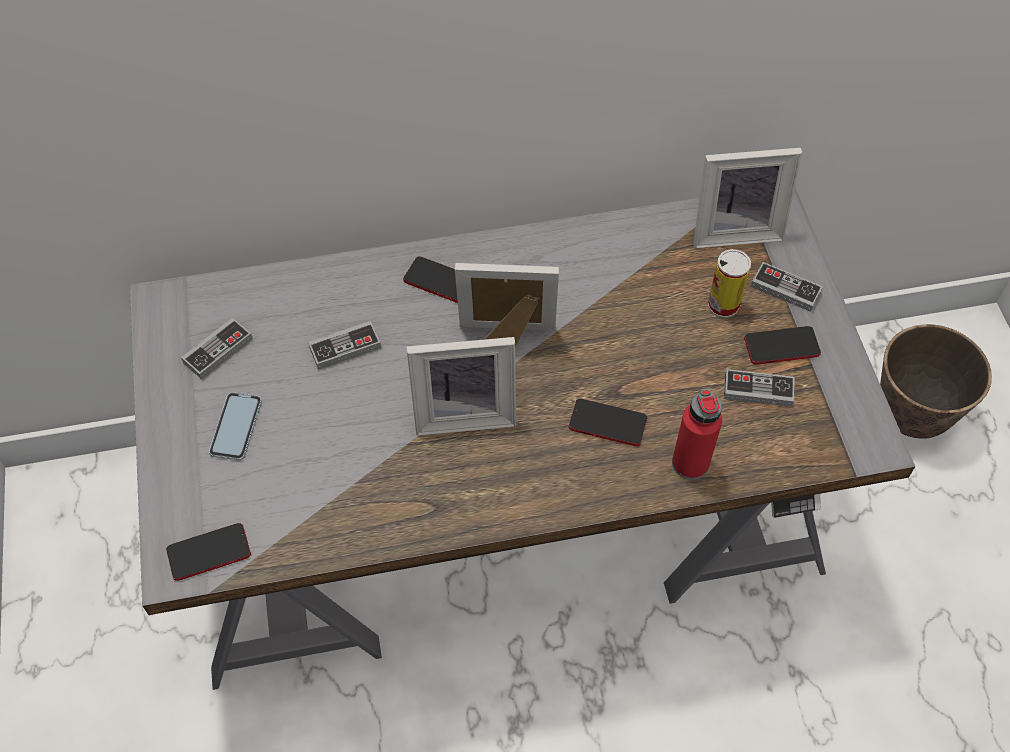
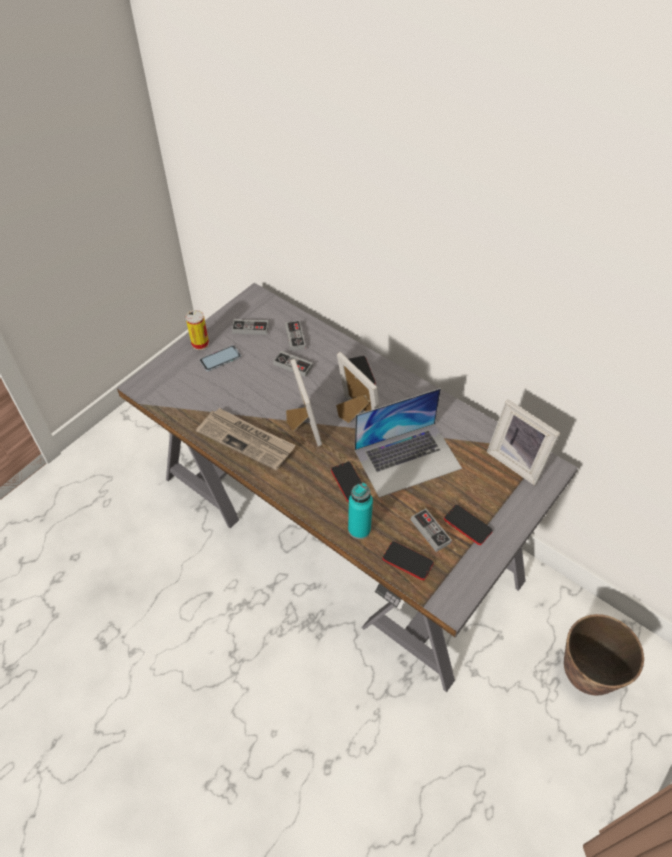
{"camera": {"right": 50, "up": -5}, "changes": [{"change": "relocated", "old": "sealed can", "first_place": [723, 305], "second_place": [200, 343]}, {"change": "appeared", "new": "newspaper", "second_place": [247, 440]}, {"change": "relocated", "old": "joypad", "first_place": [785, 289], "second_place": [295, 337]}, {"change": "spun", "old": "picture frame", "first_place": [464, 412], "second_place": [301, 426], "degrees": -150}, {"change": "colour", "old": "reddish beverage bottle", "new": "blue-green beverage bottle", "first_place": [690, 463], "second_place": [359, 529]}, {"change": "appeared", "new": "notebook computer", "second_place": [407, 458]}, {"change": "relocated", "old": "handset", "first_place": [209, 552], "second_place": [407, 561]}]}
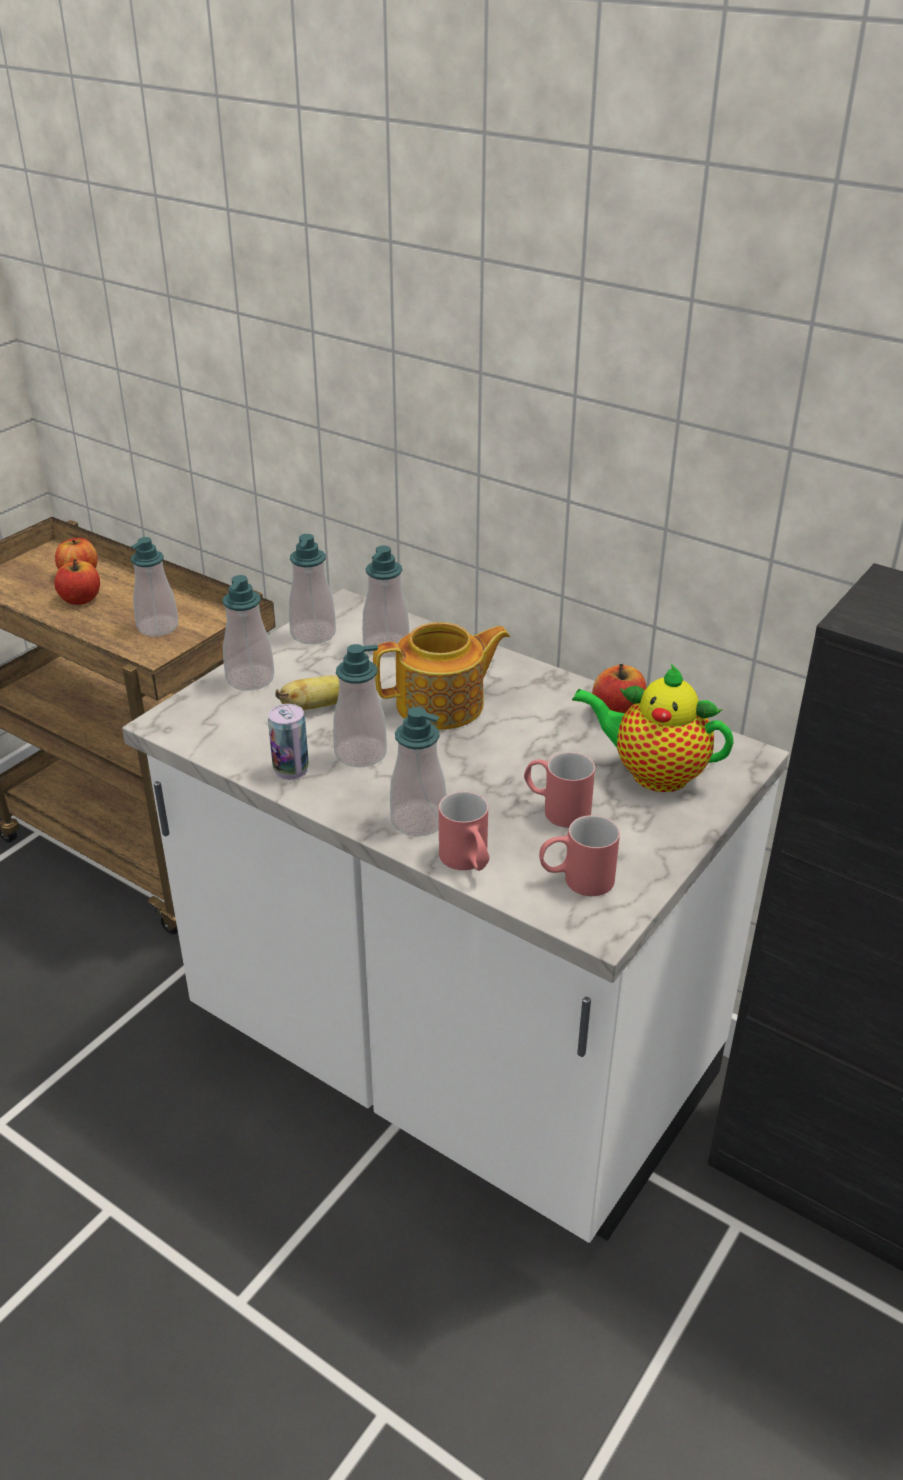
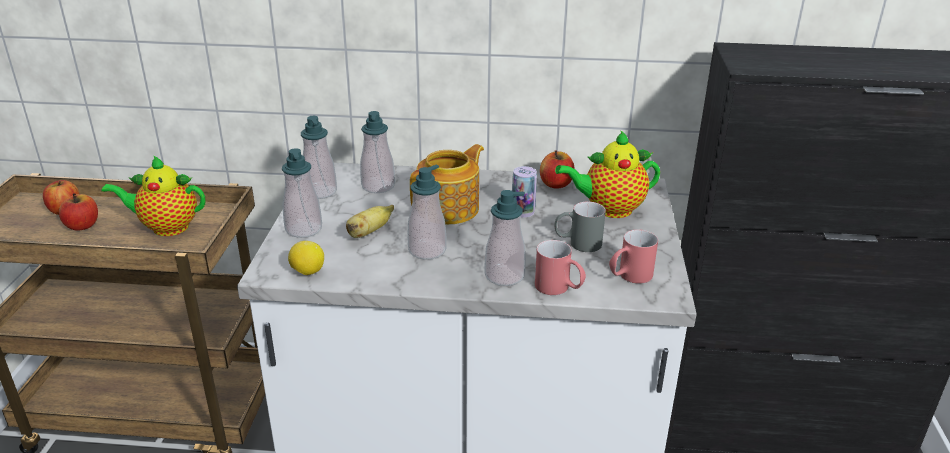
{"camera": {"right": -30, "up": -5}, "changes": [{"change": "exchanged", "old": "soap dispenser", "new": "pot for tea", "first_place": [158, 627], "second_place": [166, 227]}, {"change": "appeared", "new": "whole lemon", "second_place": [307, 272]}, {"change": "relocated", "old": "sealed can", "first_place": [291, 769], "second_place": [523, 212]}, {"change": "colour", "old": "reddish mug", "new": "grey mug", "first_place": [556, 809], "second_place": [577, 244]}]}
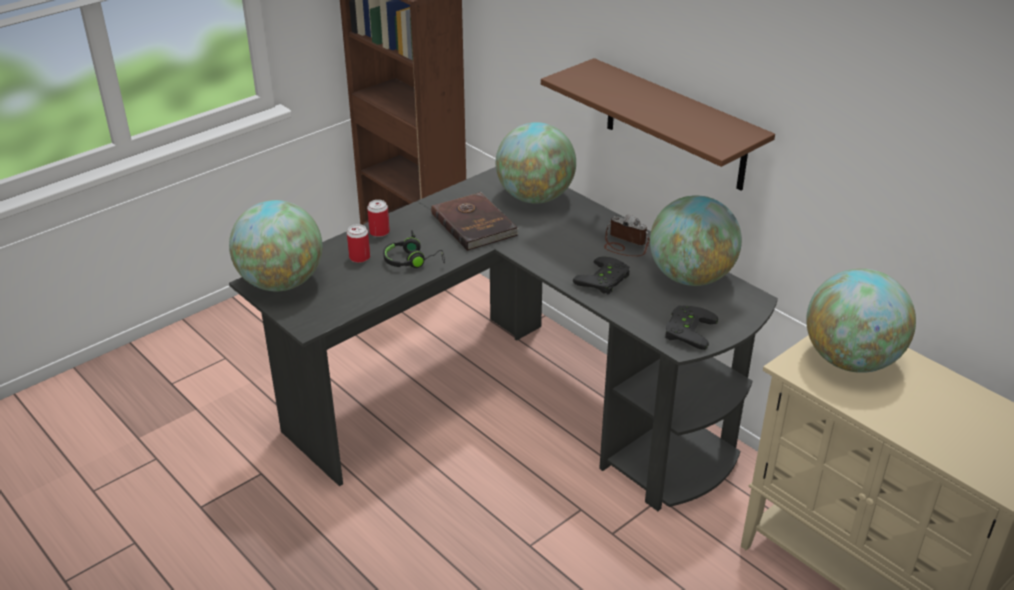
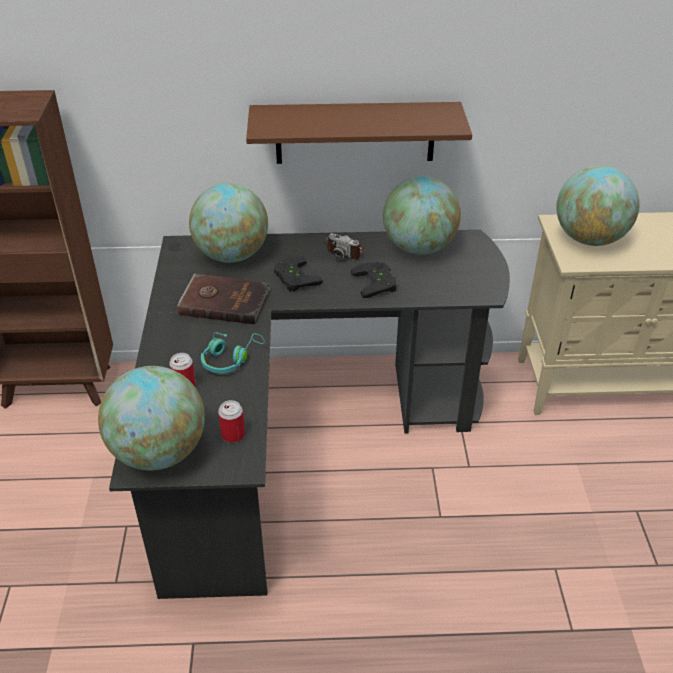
{"camera": {"right": -50, "up": 5}, "changes": [{"change": "colour", "old": "black-coloured pair of headphones", "new": "blue-green pair of headphones", "first_place": [413, 261], "second_place": [230, 359]}, {"change": "relocated", "old": "sealed can", "first_place": [379, 232], "second_place": [233, 434]}, {"change": "relocated", "old": "black-coloured joypad", "first_place": [686, 329], "second_place": [293, 278]}, {"change": "spun", "old": "photo camera", "first_place": [624, 244], "second_place": [346, 251], "degrees": -135}]}
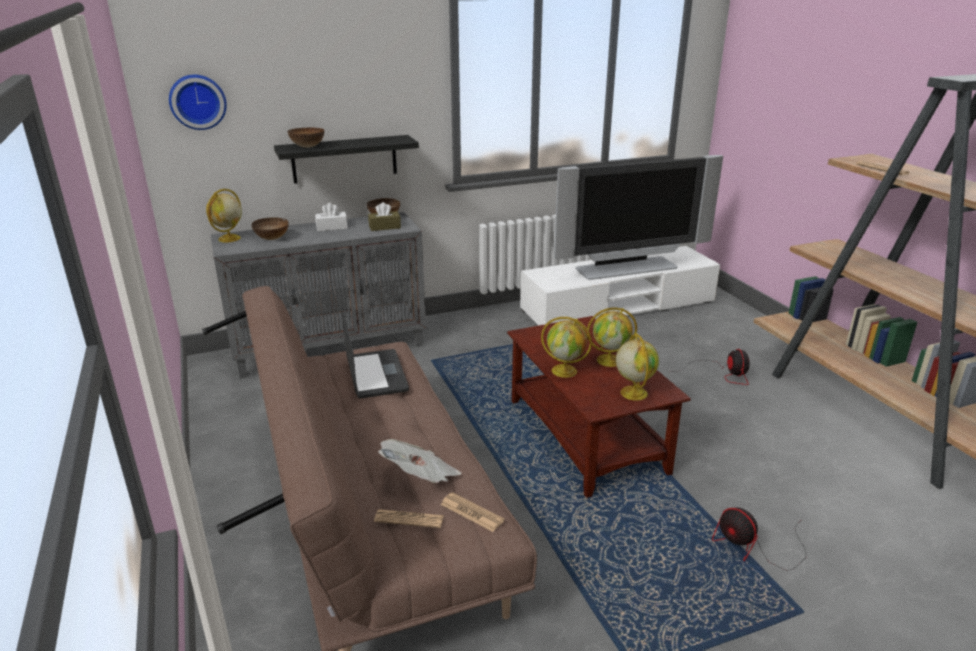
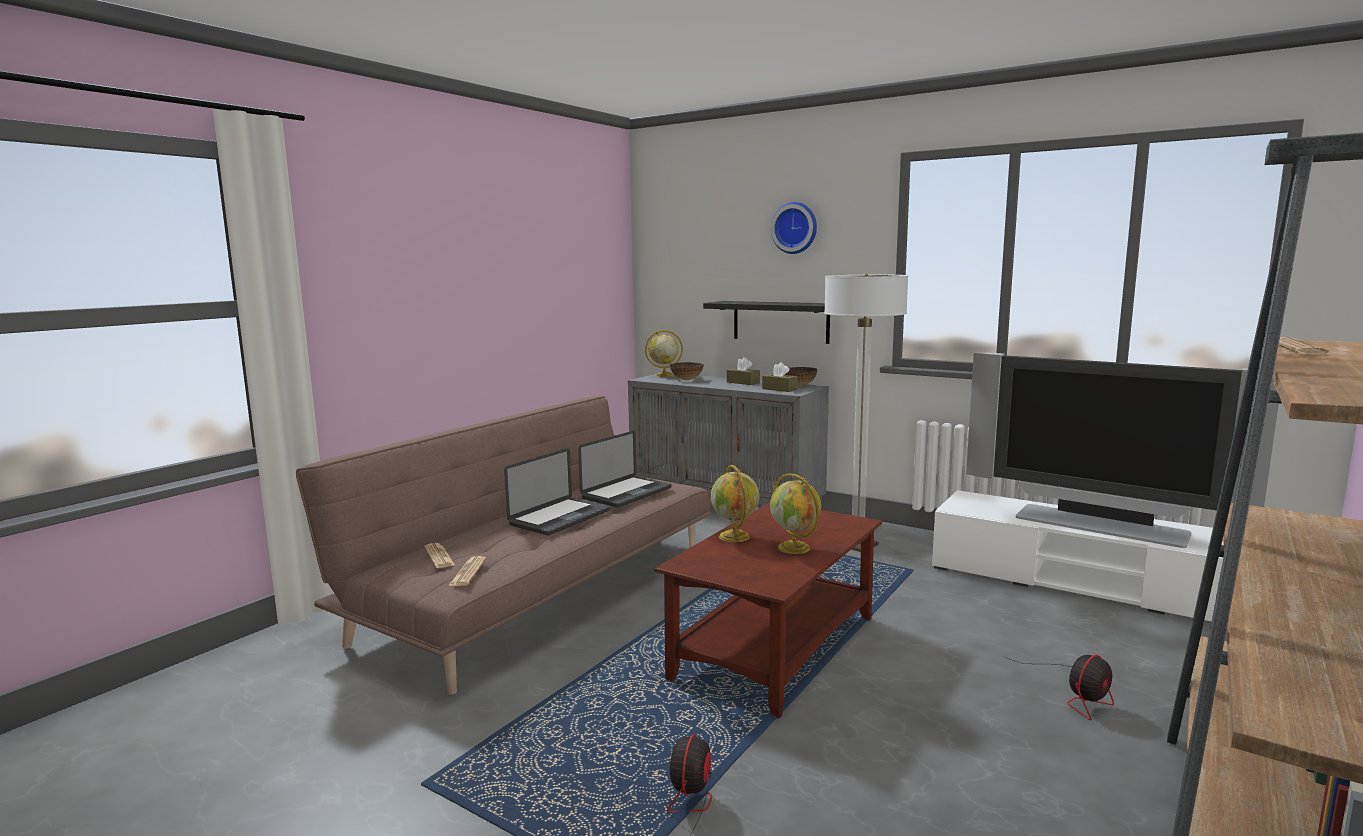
{"camera": {"right": 55, "up": -15}, "changes": [{"change": "appeared", "new": "notebook computer", "second_place": [560, 518]}, {"change": "colour", "old": "whitish box of tissues", "new": "brownish box of tissues", "first_place": [332, 227], "second_place": [743, 382]}, {"change": "relocated", "old": "clock on the wall", "first_place": [198, 101], "second_place": [795, 228]}, {"change": "appeared", "new": "floor lamp", "second_place": [857, 545]}, {"change": "missing", "old": "deep dish", "first_place": [308, 147]}, {"change": "missing", "old": "newspaper", "first_place": [421, 478]}, {"change": "missing", "old": "world globe", "first_place": [633, 392]}]}
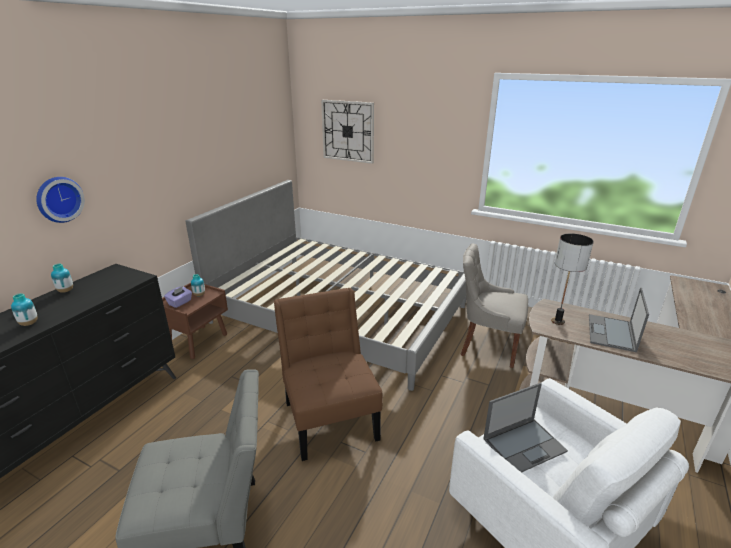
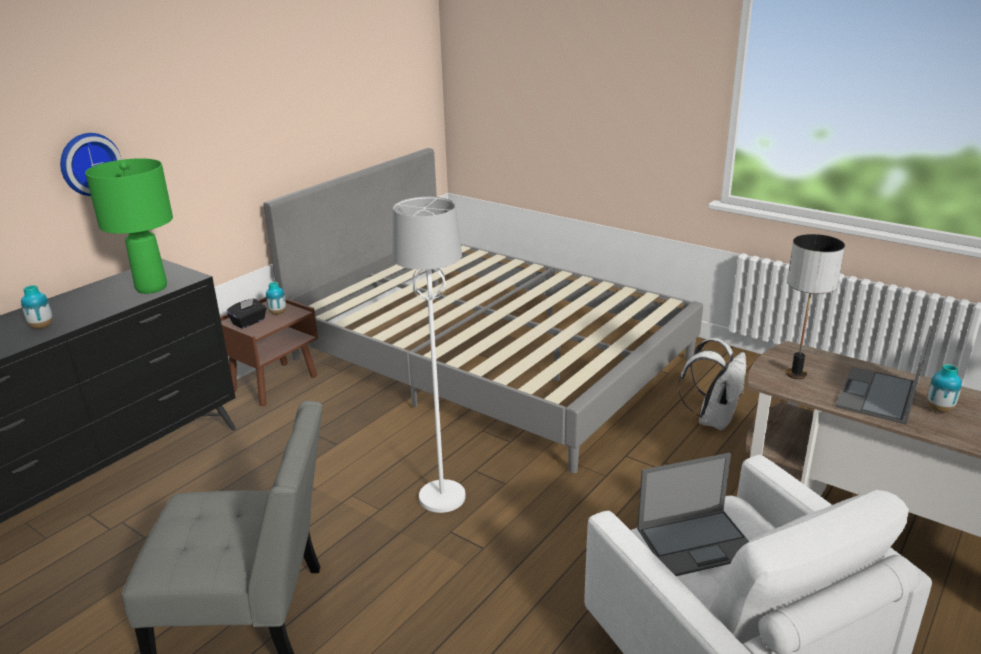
{"camera": {"right": 10, "up": 0}, "changes": [{"change": "appeared", "new": "green table lamp", "second_place": [152, 287]}, {"change": "colour", "old": "purple-coloured box of tissues", "new": "black-coloured box of tissues", "first_place": [180, 303], "second_place": [249, 322]}, {"change": "exchanged", "old": "brownish plain chair", "new": "whitish floor lamp", "first_place": [330, 416], "second_place": [442, 497]}, {"change": "exchanged", "old": "grey plain chair", "new": "whitish rucksack", "first_place": [487, 346], "second_place": [713, 419]}, {"change": "relocated", "old": "vase", "first_place": [66, 291], "second_place": [939, 409]}, {"change": "missing", "old": "clock on the wall", "first_place": [348, 131]}]}
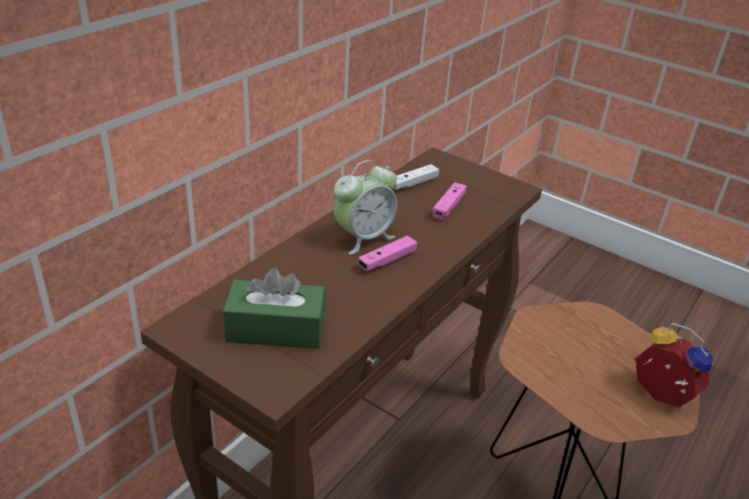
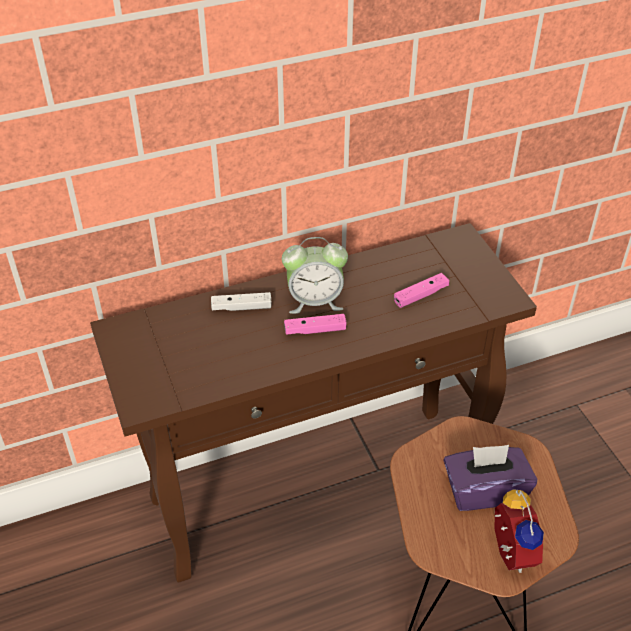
{"camera": {"right": 35, "up": 10}, "changes": [{"change": "relocated", "old": "whitish joypad", "first_place": [413, 183], "second_place": [241, 307]}, {"change": "appeared", "new": "purple-coloured box of tissues", "second_place": [484, 490]}, {"change": "missing", "old": "green box of tissues", "first_place": [276, 329]}]}
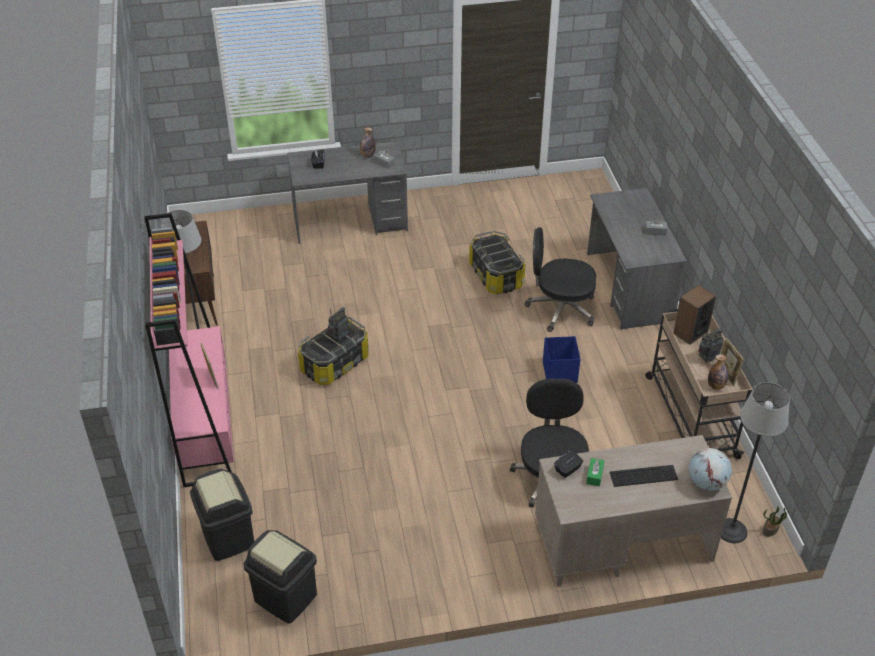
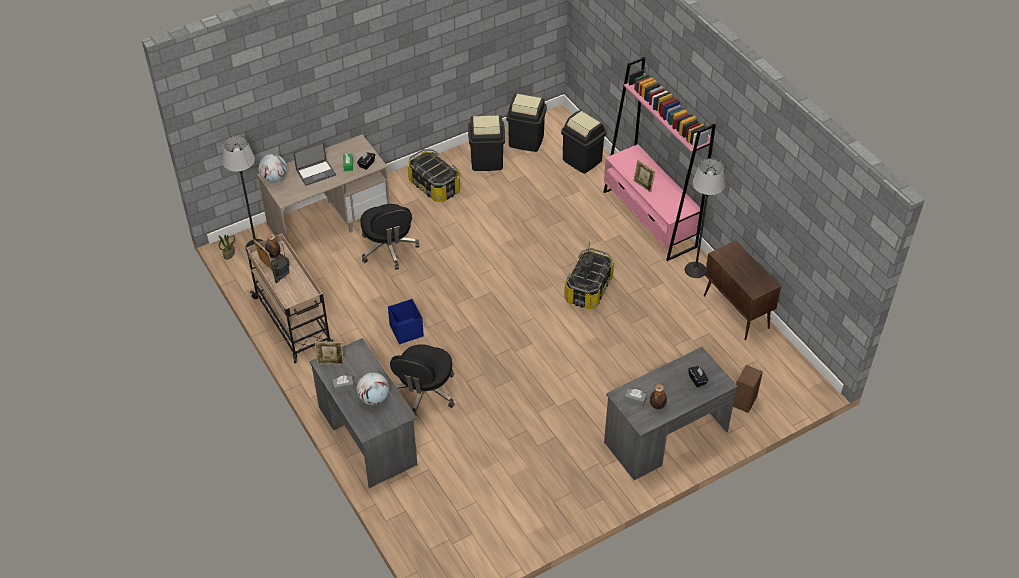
{"camera": {"right": 160, "up": 5}, "changes": [{"change": "exchanged", "old": "PC keyboard", "new": "notebook computer", "first_place": [643, 476], "second_place": [316, 172]}, {"change": "appeared", "new": "picture frame", "second_place": [331, 363]}, {"change": "appeared", "new": "world globe", "second_place": [374, 398]}, {"change": "spun", "old": "black-coloured computer chair", "first_place": [560, 309], "second_place": [424, 393], "degrees": 120}, {"change": "relocated", "old": "storage bin", "first_place": [495, 276], "second_place": [434, 186]}, {"change": "appeared", "new": "black-coloured waste bin", "second_place": [487, 161]}, {"change": "relocated", "old": "loudspeaker", "first_place": [690, 332], "second_place": [744, 401]}]}
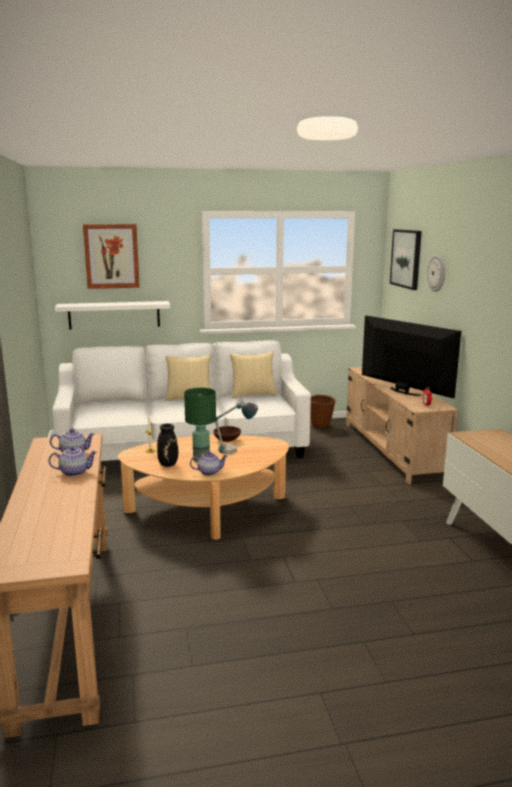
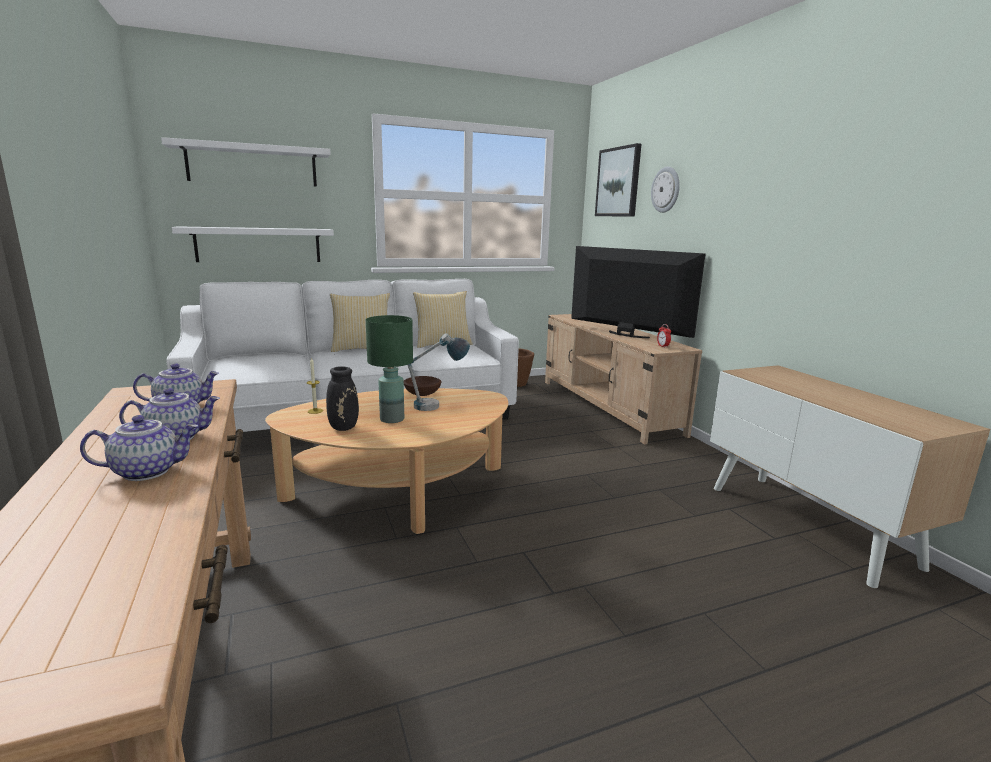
{"camera": {"right": -10, "up": 0}, "changes": [{"change": "relocated", "old": "pot for tea", "first_place": [209, 472], "second_place": [148, 471]}, {"change": "exchanged", "old": "wall picture", "new": "whitish shelf", "first_place": [111, 256], "second_place": [252, 165]}]}
